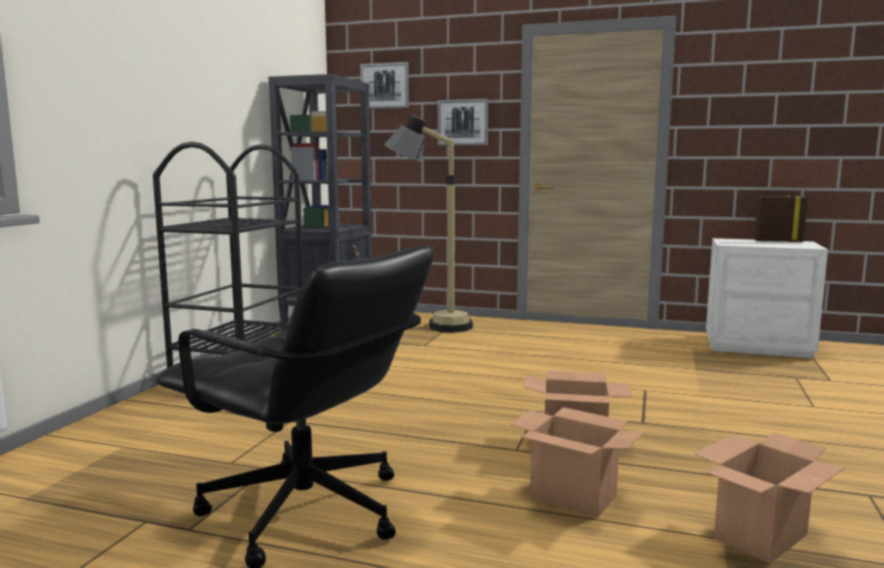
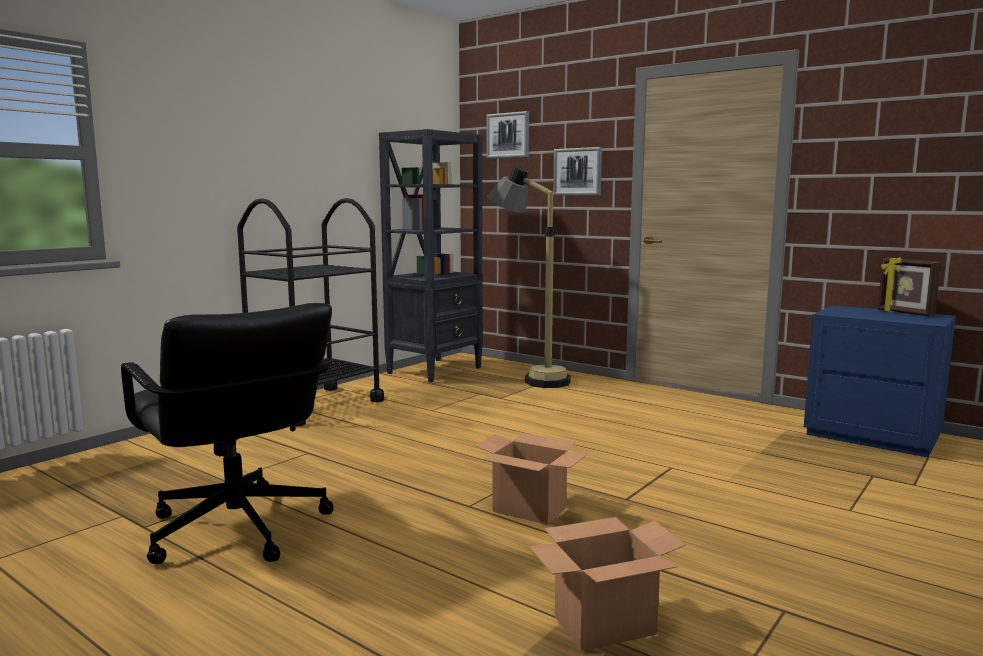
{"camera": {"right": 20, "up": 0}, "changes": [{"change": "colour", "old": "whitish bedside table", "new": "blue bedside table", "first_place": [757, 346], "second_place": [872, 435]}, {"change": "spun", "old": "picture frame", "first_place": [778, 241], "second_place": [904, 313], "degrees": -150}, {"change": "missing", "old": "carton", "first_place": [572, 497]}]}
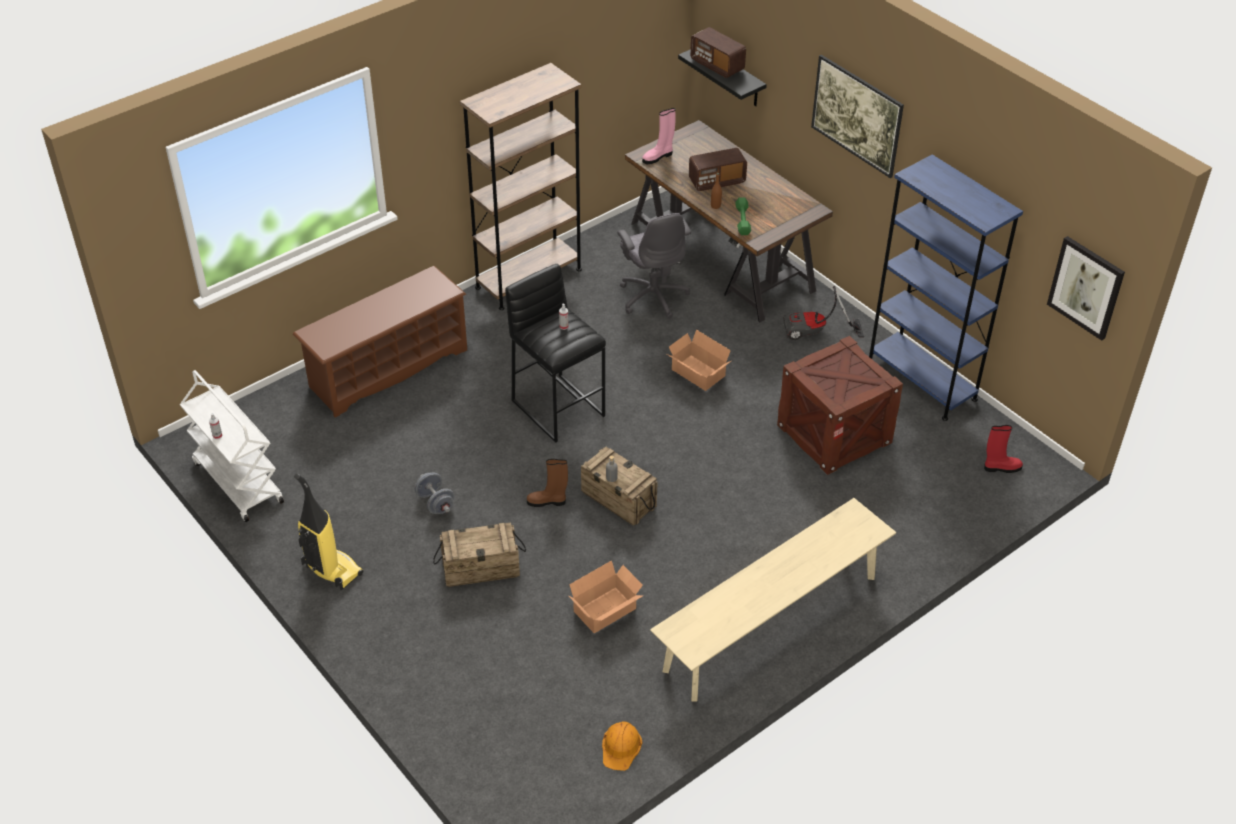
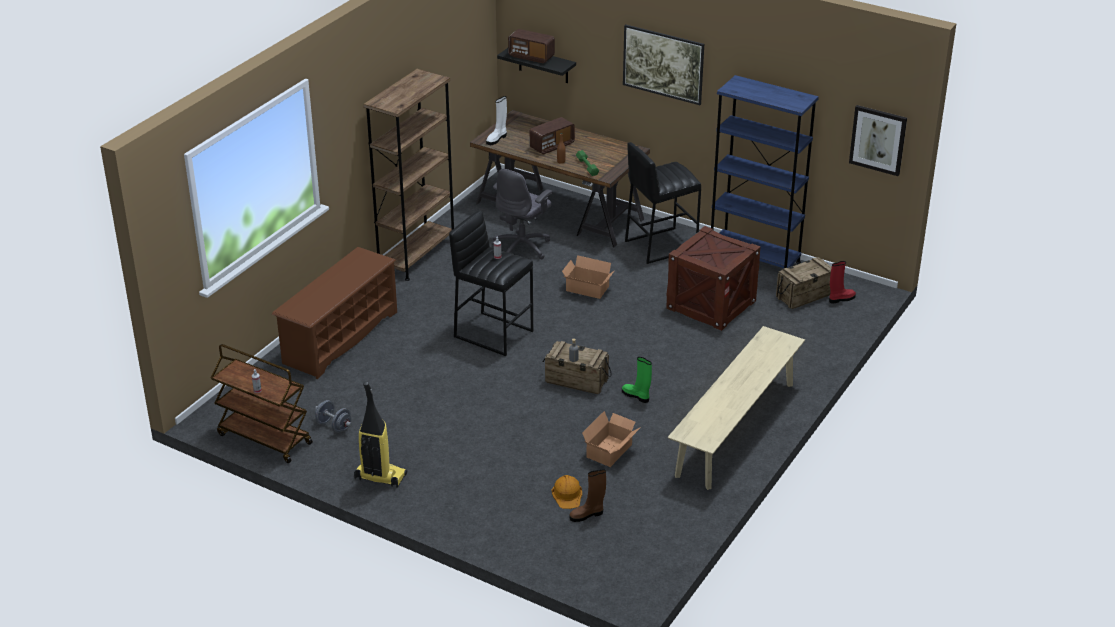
{"camera": {"right": -20, "up": -10}, "changes": [{"change": "colour", "old": "whitish trolley", "new": "brownish trolley", "first_place": [237, 482], "second_place": [264, 439]}, {"change": "relocated", "old": "grey hand weight", "first_place": [435, 503], "second_place": [334, 426]}, {"change": "colour", "old": "pink boot", "new": "whitish boot", "first_place": [658, 157], "second_place": [497, 139]}, {"change": "spun", "old": "grey computer chair", "first_place": [653, 296], "second_place": [522, 247], "degrees": 75}, {"change": "relocated", "old": "orange hard hat", "first_place": [621, 747], "second_place": [567, 494]}, {"change": "relocated", "old": "brownish boot", "first_place": [547, 501], "second_place": [587, 515]}, {"change": "appeared", "new": "green boot", "second_place": [636, 396]}, {"change": "exchanged", "old": "vacuum", "new": "black-coloured sitting stool", "first_place": [816, 333], "second_place": [660, 245]}, {"change": "relocated", "old": "crate", "first_place": [481, 568], "second_place": [804, 295]}]}
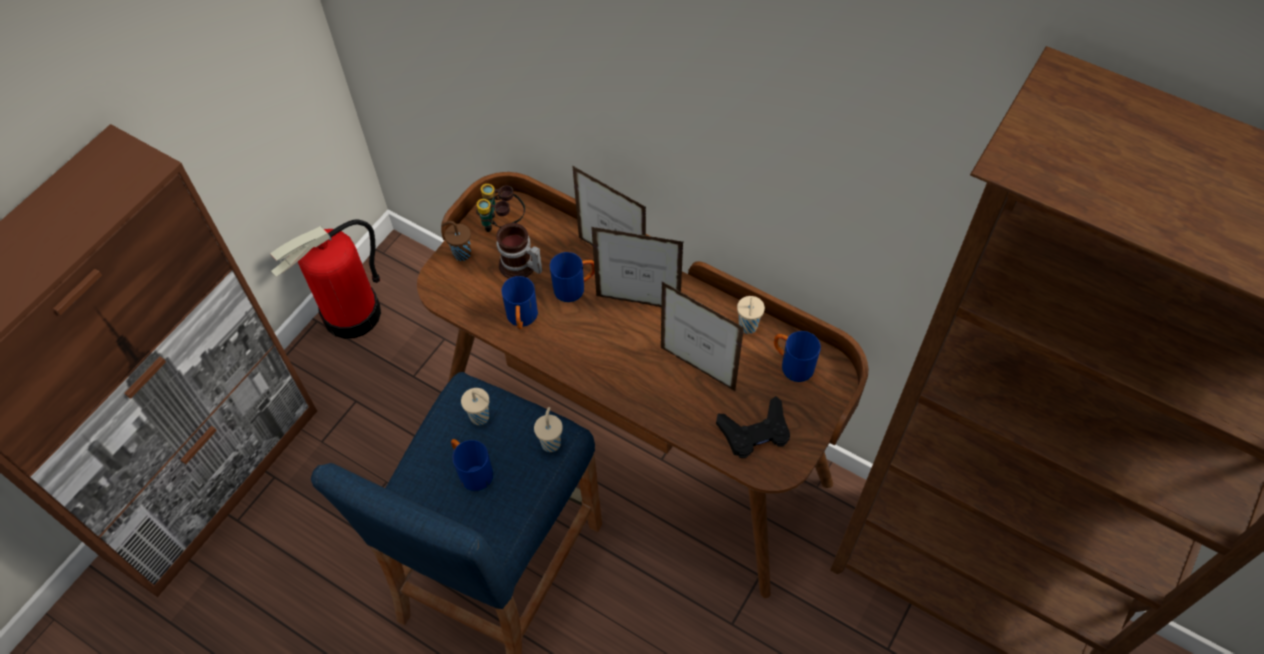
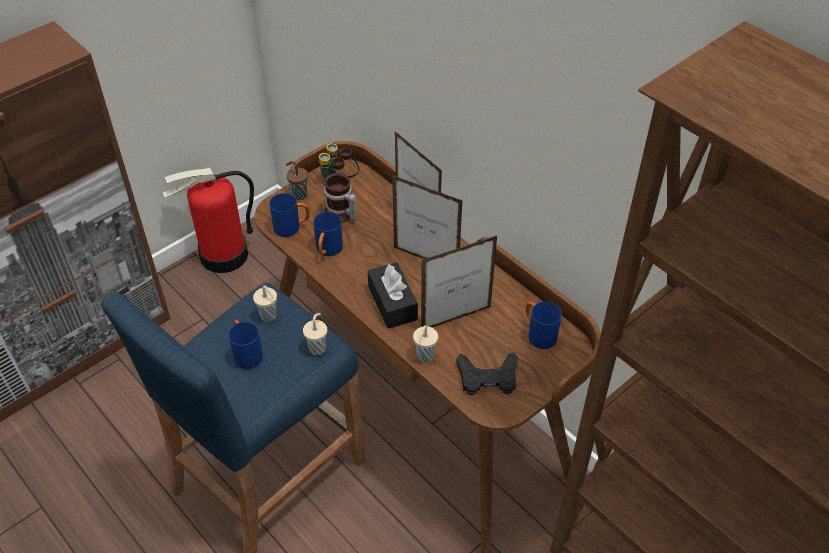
{"camera": {"right": 15, "up": -10}, "changes": [{"change": "relocated", "old": "blue mug", "first_place": [575, 287], "second_place": [292, 228]}, {"change": "appeared", "new": "black-coloured box of tissues", "second_place": [392, 303]}, {"change": "relocated", "old": "beige cup", "first_place": [748, 327], "second_place": [424, 357]}, {"change": "spun", "old": "picture frame", "first_place": [697, 369], "second_place": [456, 319], "degrees": 105}]}
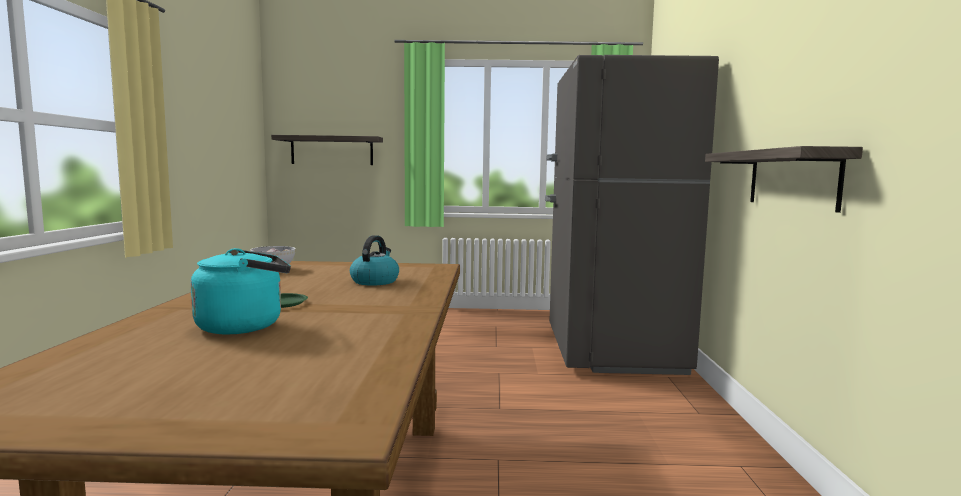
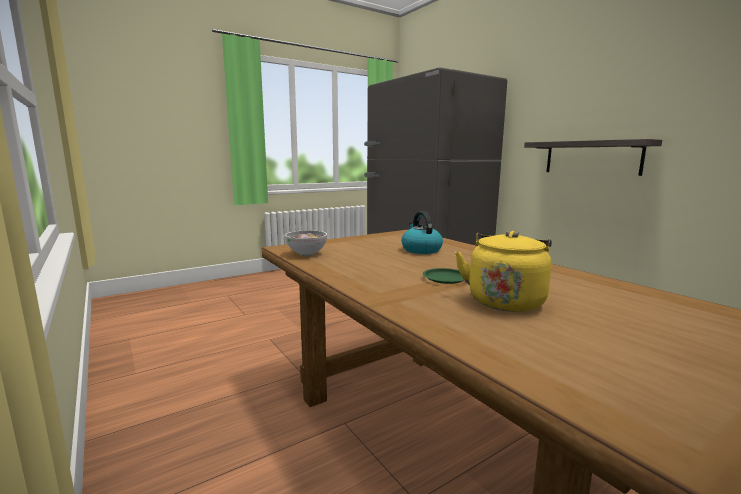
{"camera": {"right": -35, "up": 5}, "changes": [{"change": "colour", "old": "blue-green tea kettle", "new": "yellow tea kettle", "first_place": [245, 326], "second_place": [505, 300]}, {"change": "missing", "old": "shelf", "first_place": [332, 150]}]}
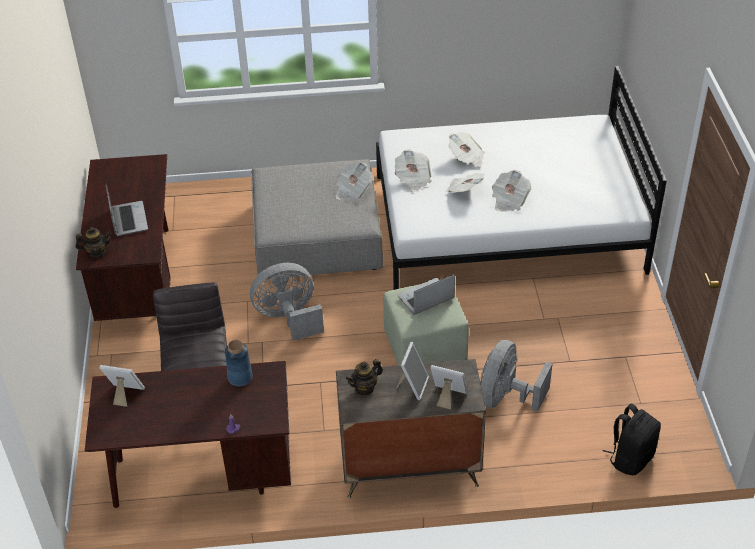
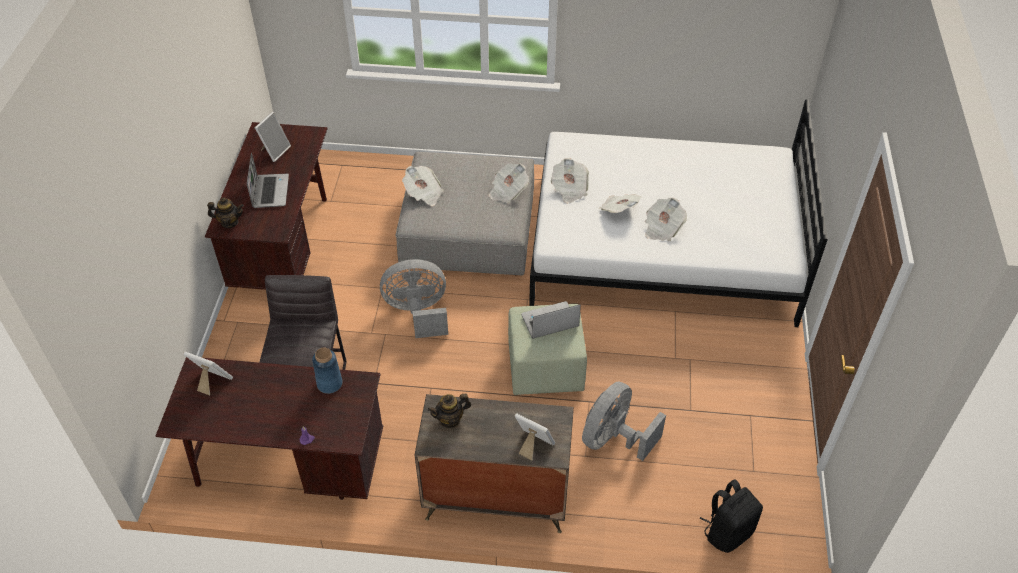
{"camera": {"right": 10, "up": 5}, "changes": [{"change": "relocated", "old": "picture frame", "first_place": [413, 385], "second_place": [275, 151]}, {"change": "relocated", "old": "newspaper", "first_place": [466, 158], "second_place": [423, 193]}]}
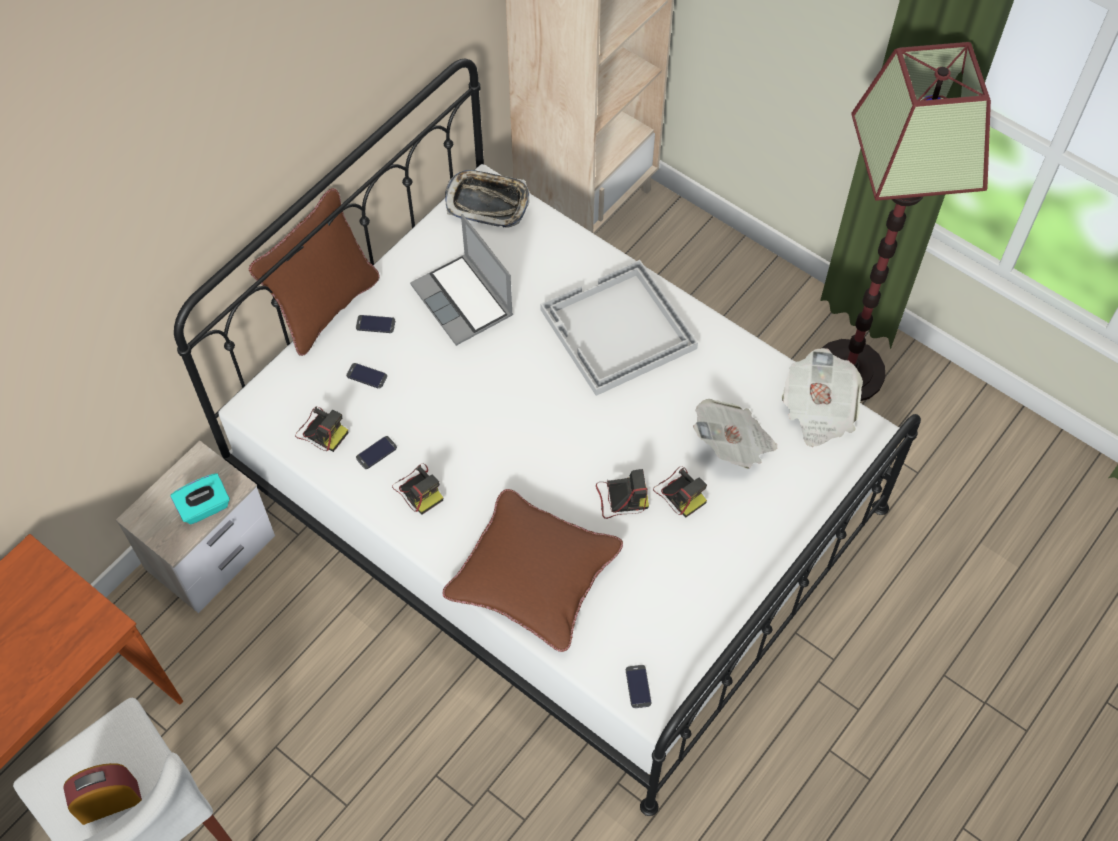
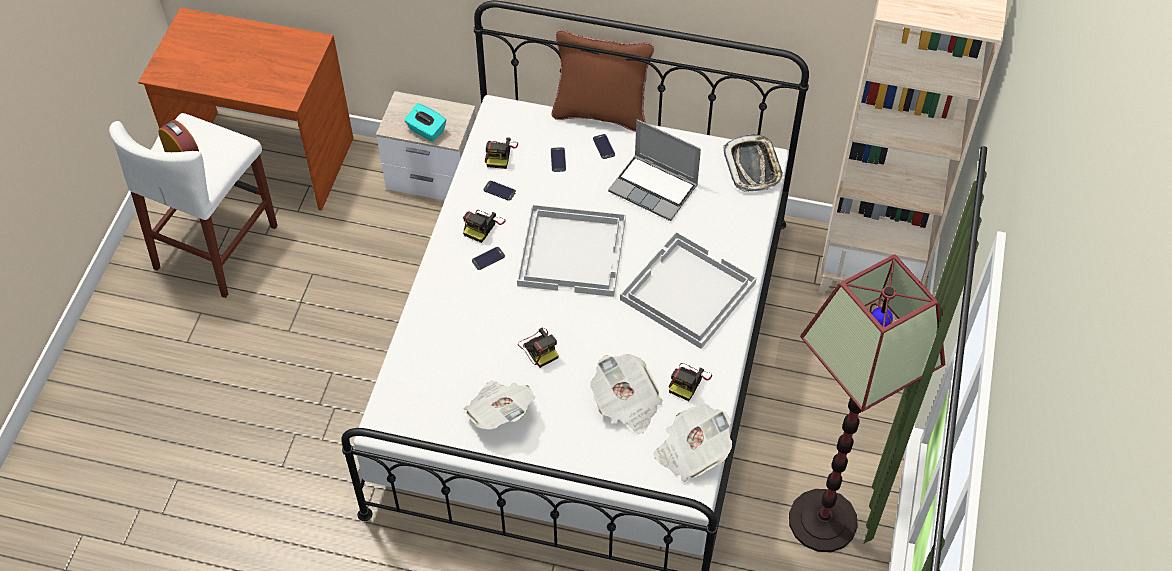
{"camera": {"right": 65, "up": -5}, "changes": [{"change": "appeared", "new": "newspaper", "second_place": [499, 412]}, {"change": "relocated", "old": "handset", "first_place": [638, 686], "second_place": [488, 258]}, {"change": "appeared", "new": "whitish tray", "second_place": [573, 251]}, {"change": "spun", "old": "notebook computer", "first_place": [464, 301], "second_place": [654, 188], "degrees": -90}, {"change": "relocated", "old": "photo camera", "first_place": [680, 493], "second_place": [688, 382]}, {"change": "missing", "old": "brownish cushion", "first_place": [533, 575]}]}
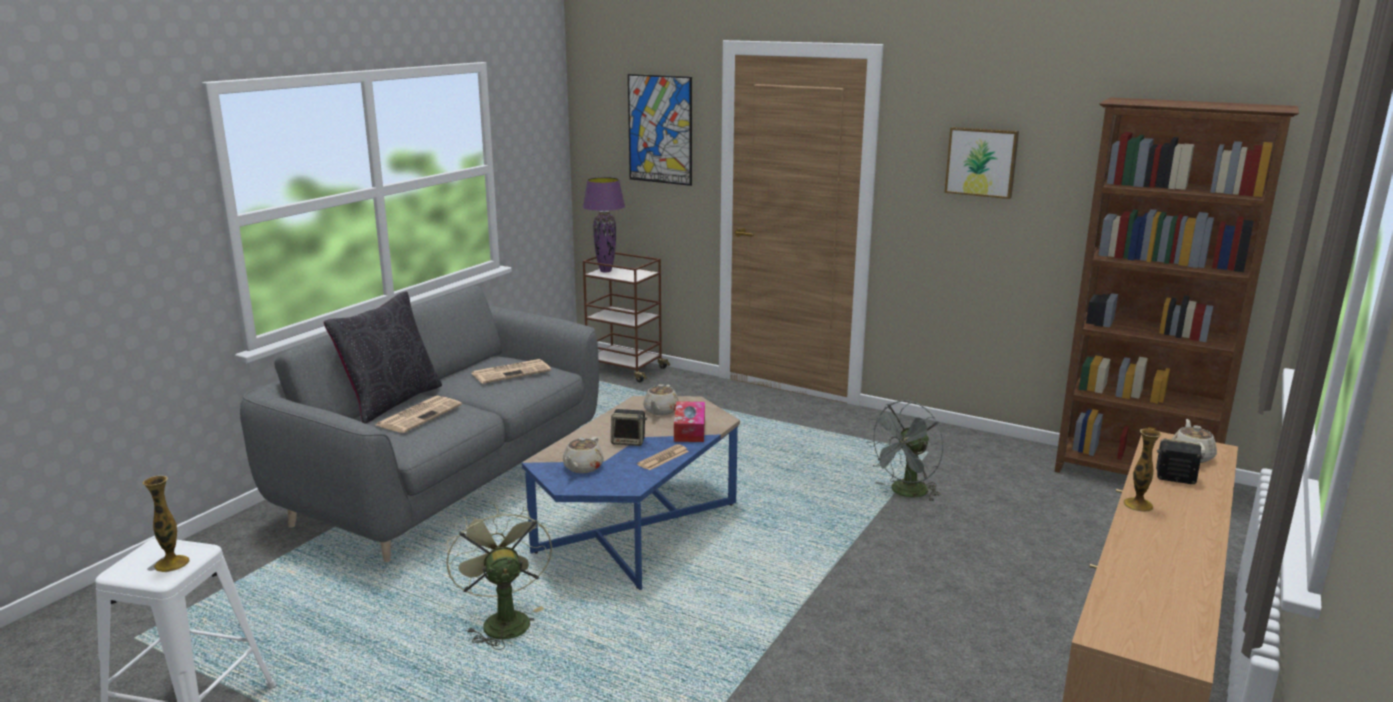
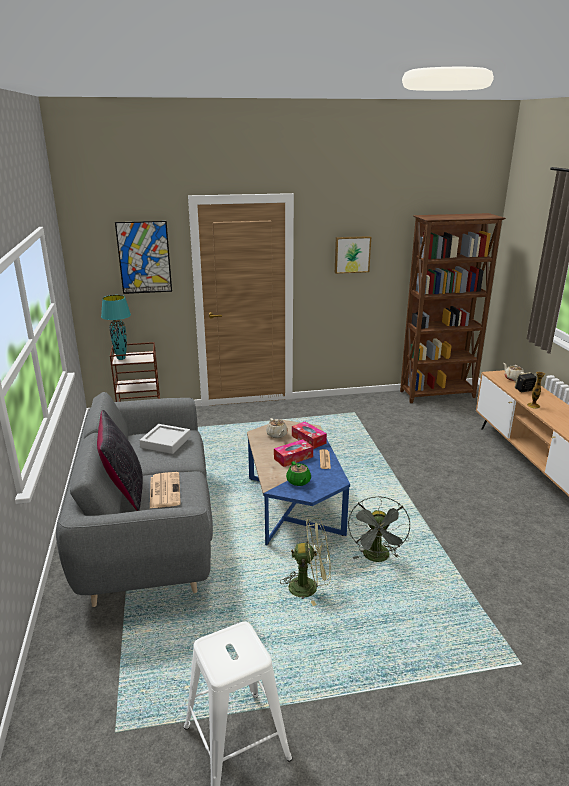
{"camera": {"right": -40, "up": 5}, "changes": [{"change": "colour", "old": "purple-coloured table lamp", "new": "blue-green table lamp", "first_place": [605, 271], "second_place": [121, 358]}, {"change": "exchanged", "old": "newspaper", "new": "grey tray", "first_place": [512, 372], "second_place": [165, 442]}, {"change": "exchanged", "old": "loudspeaker", "new": "box of tissues", "first_place": [629, 441], "second_place": [293, 458]}, {"change": "spun", "old": "green electric fan", "first_place": [502, 620], "second_place": [309, 586], "degrees": 150}, {"change": "colour", "old": "beige pot for tea", "new": "green pot for tea", "first_place": [582, 468], "second_place": [298, 481]}, {"change": "relocated", "old": "grey electric fan", "first_place": [905, 493], "second_place": [377, 558]}, {"change": "missing", "old": "vase", "first_place": [172, 564]}]}
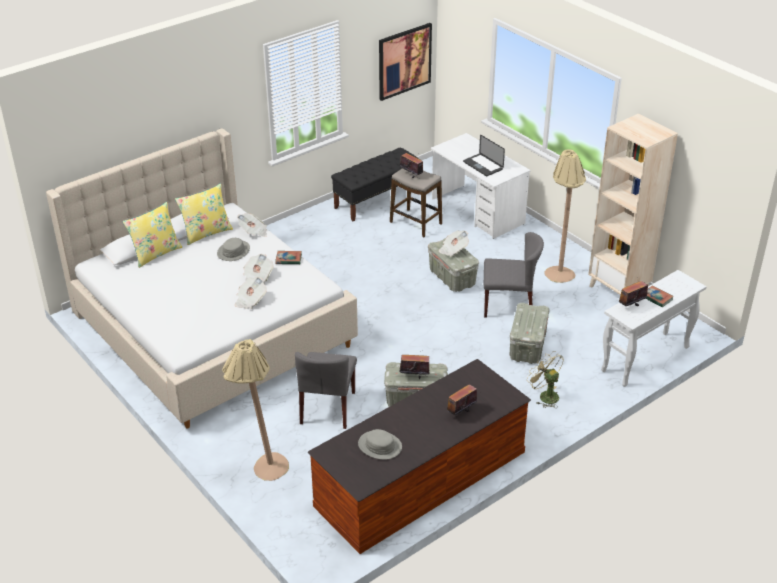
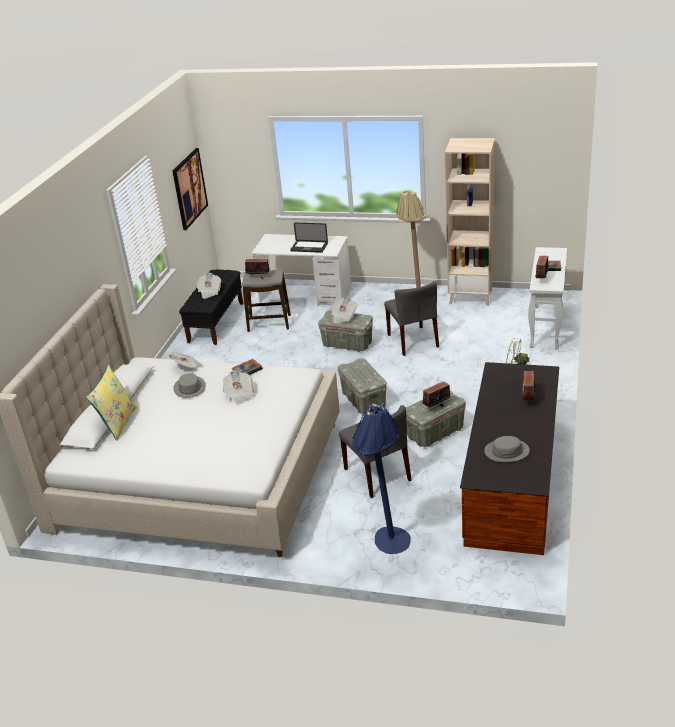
{"camera": {"right": -35, "up": -5}, "changes": [{"change": "relocated", "old": "newspaper", "first_place": [250, 300], "second_place": [209, 292]}, {"change": "relocated", "old": "grey storage bin", "first_place": [527, 347], "second_place": [363, 400]}, {"change": "colour", "old": "beige floor lamp", "new": "blue floor lamp", "first_place": [262, 468], "second_place": [386, 545]}, {"change": "spun", "old": "grey plain chair", "first_place": [509, 305], "second_place": [413, 341], "degrees": 105}, {"change": "missing", "old": "yellow cushion", "first_place": [206, 233]}]}
